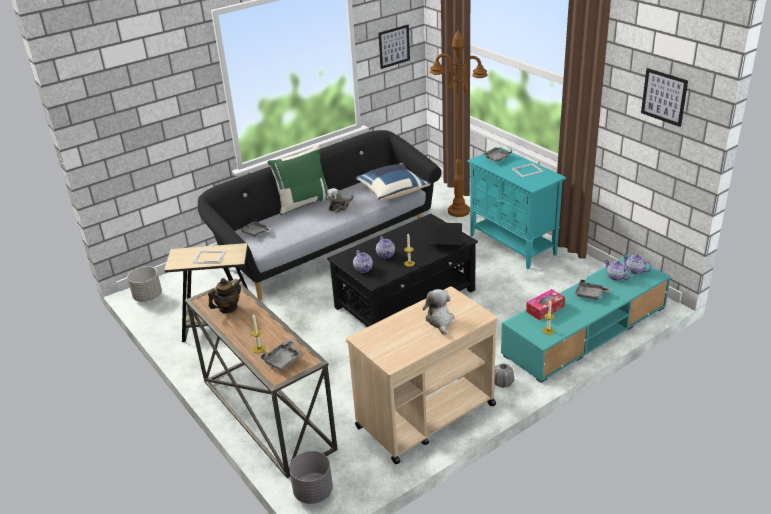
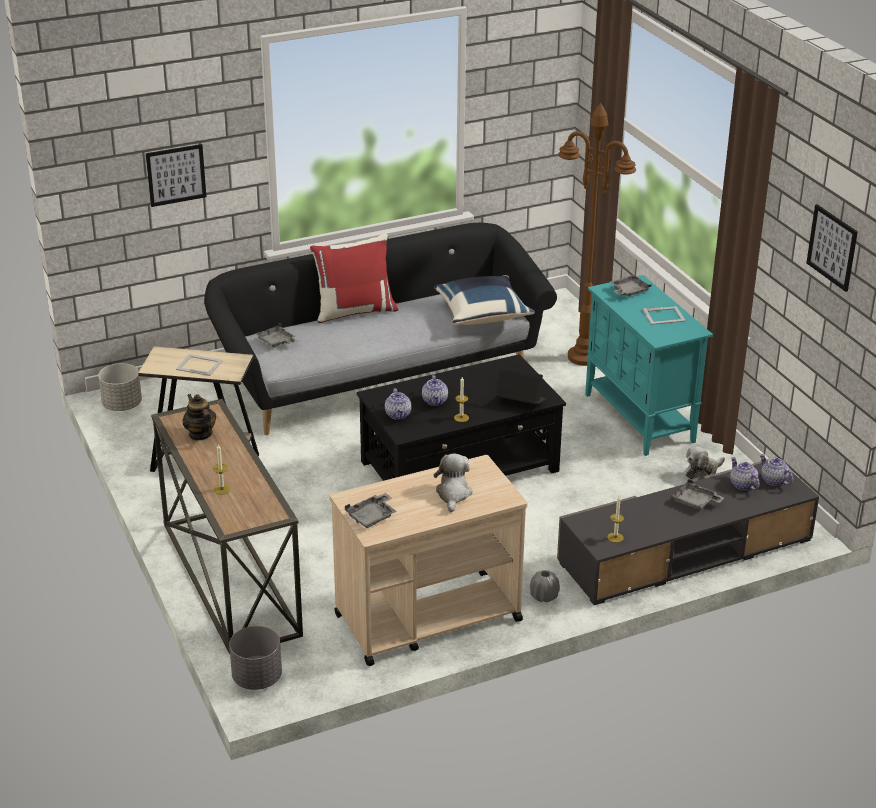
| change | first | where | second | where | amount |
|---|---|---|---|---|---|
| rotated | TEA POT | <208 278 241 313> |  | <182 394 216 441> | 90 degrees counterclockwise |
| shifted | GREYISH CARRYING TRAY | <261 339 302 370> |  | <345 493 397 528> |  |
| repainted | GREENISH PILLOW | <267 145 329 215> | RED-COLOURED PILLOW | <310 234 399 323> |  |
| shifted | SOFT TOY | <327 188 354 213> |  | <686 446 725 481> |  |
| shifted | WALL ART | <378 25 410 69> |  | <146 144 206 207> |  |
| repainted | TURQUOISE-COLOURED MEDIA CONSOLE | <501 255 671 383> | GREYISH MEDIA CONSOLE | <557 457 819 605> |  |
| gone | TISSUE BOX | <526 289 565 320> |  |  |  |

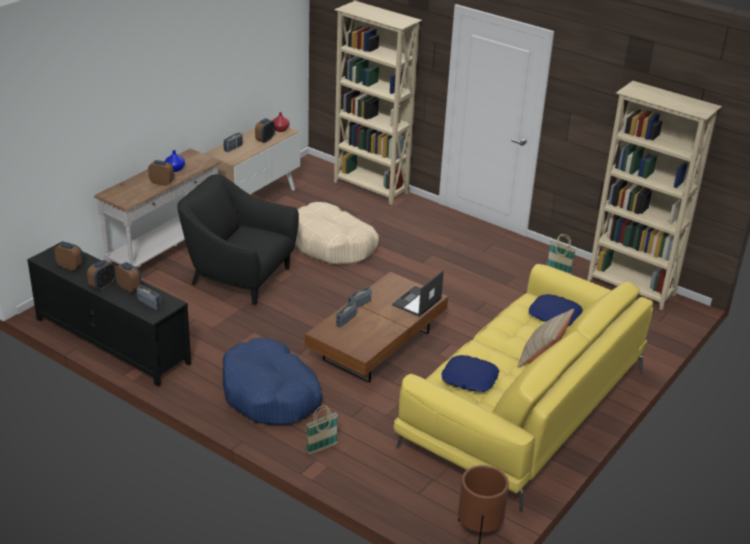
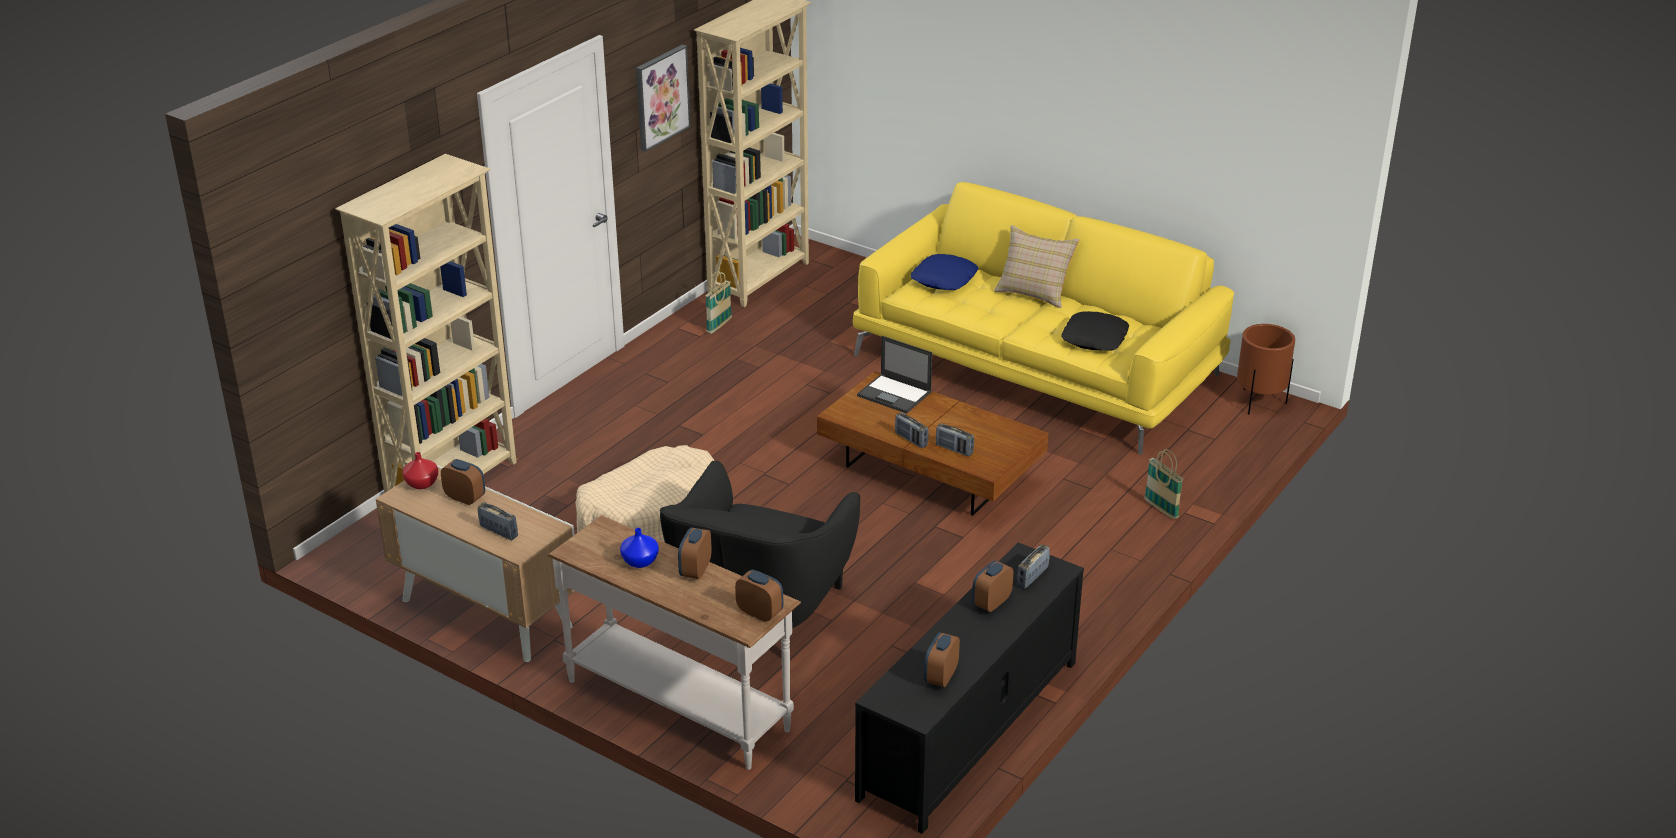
| change | first | where | second | where | amount |
|---|---|---|---|---|---|
| shifted | ALARM CLOCK | <87 260 116 291> |  | <735 569 783 622> |  |
| gone | BLUE DOG BED | <223 338 322 425> |  |  |  |
| repainted | BLUE PILLOW | <442 355 499 392> | BLACKISH PILLOW | <1061 311 1129 351> |  |
| new |  |  | WALL ART | <636 45 691 152> |  |

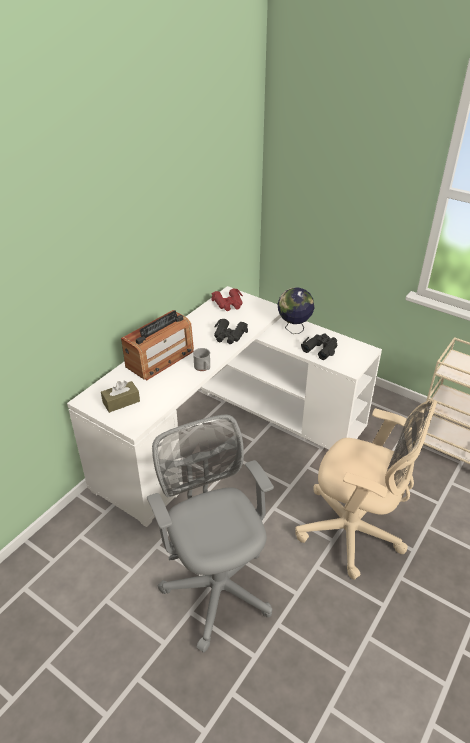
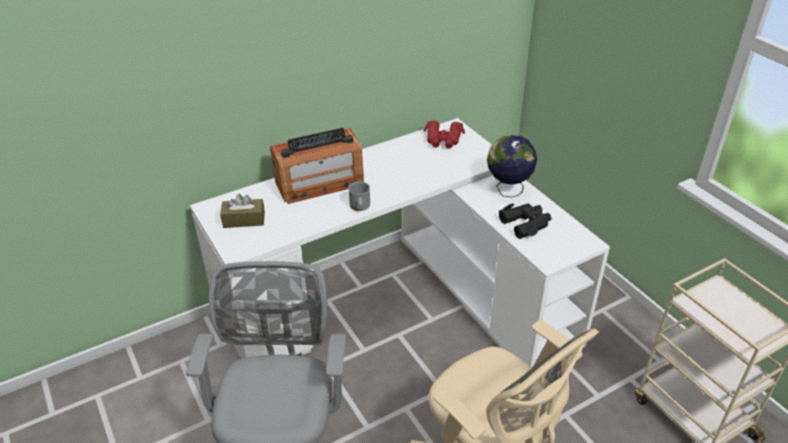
| change | first | where | second | where | amount |
|---|---|---|---|---|---|
| gone | BLACKISH FIELD GLASSES | <214 319 248 344> |  |  |  |

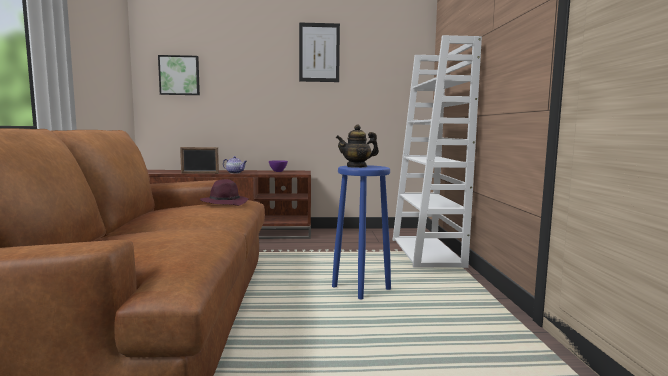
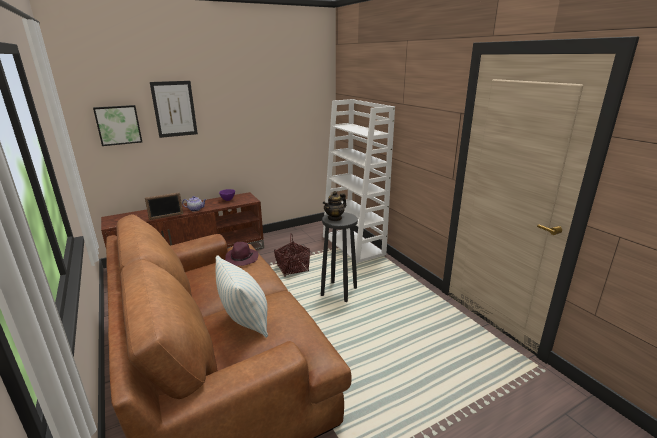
| change | first | where | second | where | amount |
|---|---|---|---|---|---|
| shifted | WALL ART | <299 22 340 82> |  | <150 81 198 138> |  |
| repainted | BLUE SITTING STOOL | <332 165 391 299> | BLACKISH SITTING STOOL | <321 212 358 302> |  |
| new |  |  | PILLOW | <216 255 268 338> |  |
| new |  |  | BASKET | <274 233 310 276> |  |

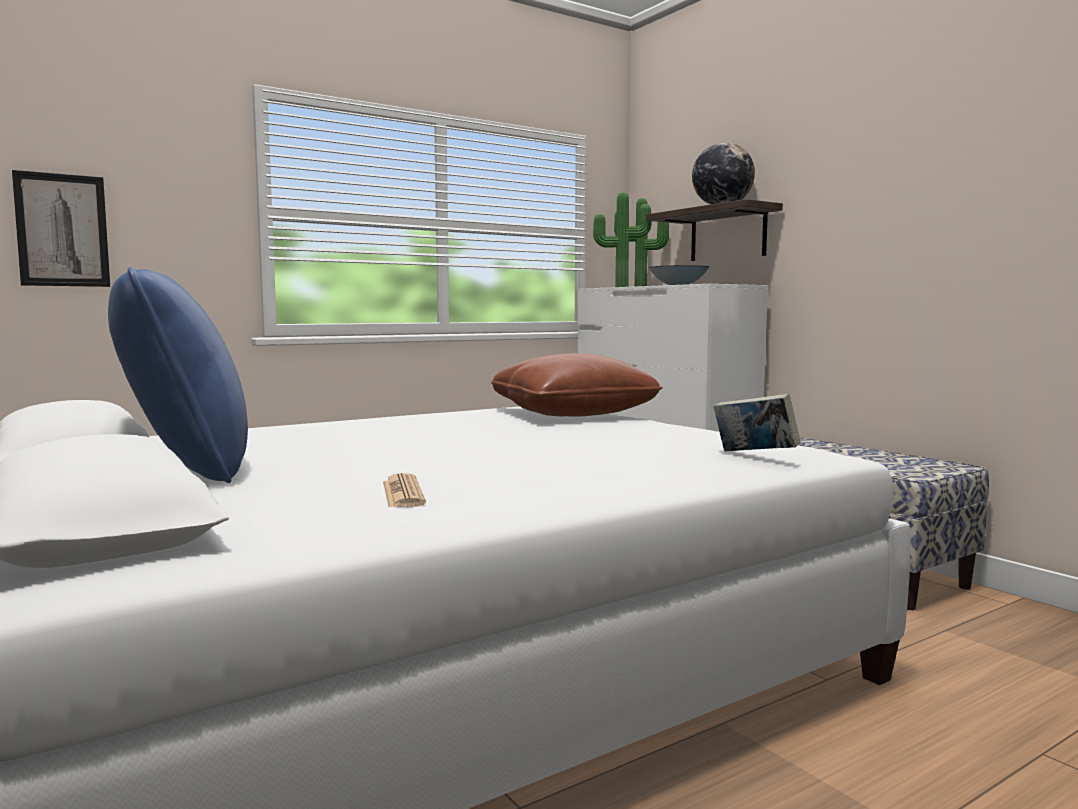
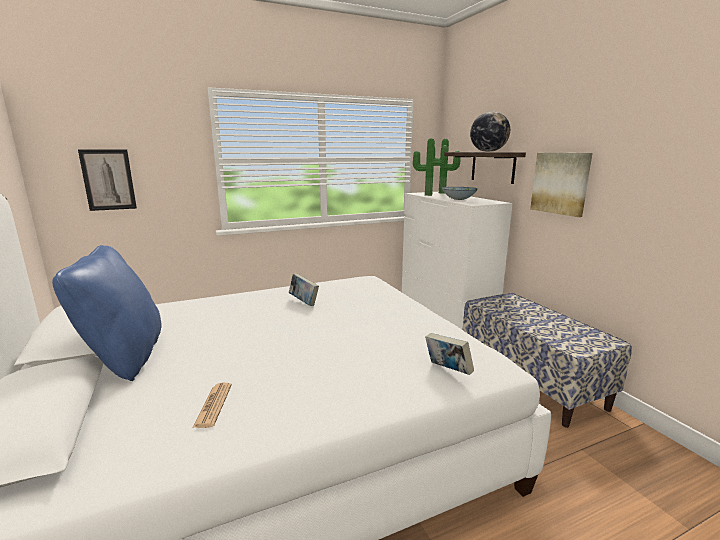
| change | first | where | second | where | amount |
|---|---|---|---|---|---|
| gone | BROWN PILLOW | <491 353 663 417> |  |  |  |
| new |  |  | VOLUME | <289 273 319 306> |  |
| new |  |  | WALL ART | <530 153 593 217> |  |

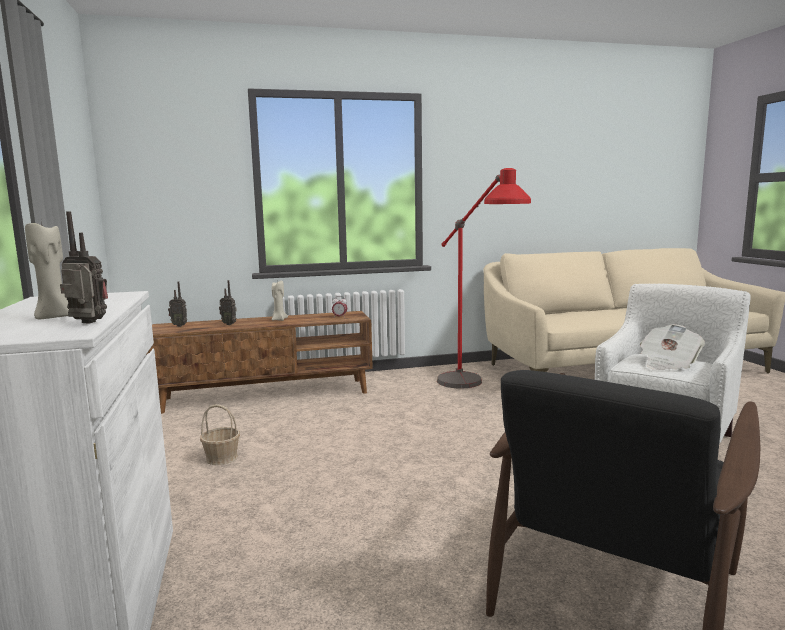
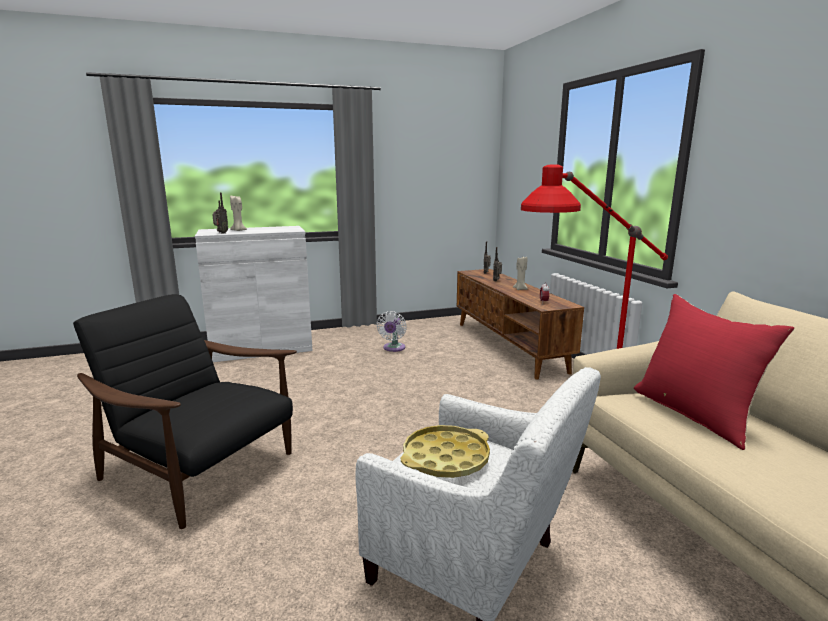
| change | first | where | second | where | amount |
|---|---|---|---|---|---|
| swapped | BASKET | <200 404 240 465> | WHITISH ELECTRIC FAN | <376 311 407 352> |  |
| swapped | PRINTED PAPER | <640 324 705 370> | YELLOW CARRYING TRAY | <401 425 490 478> |  |
| new |  |  | RED-COLOURED PILLOW | <634 294 794 450> |  |

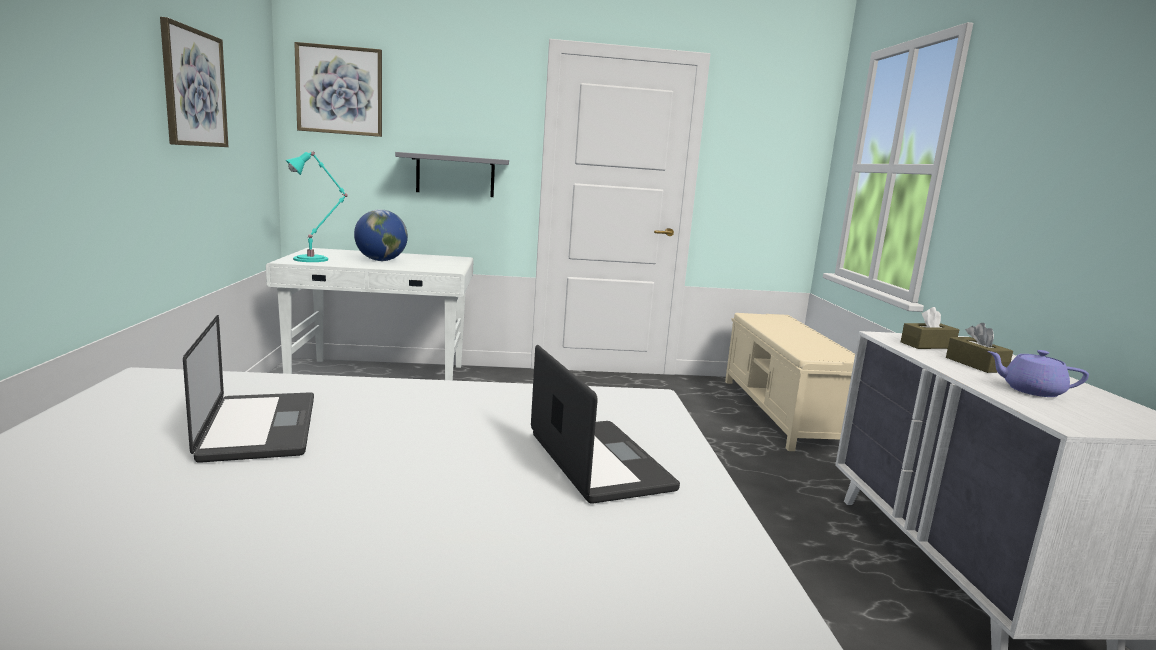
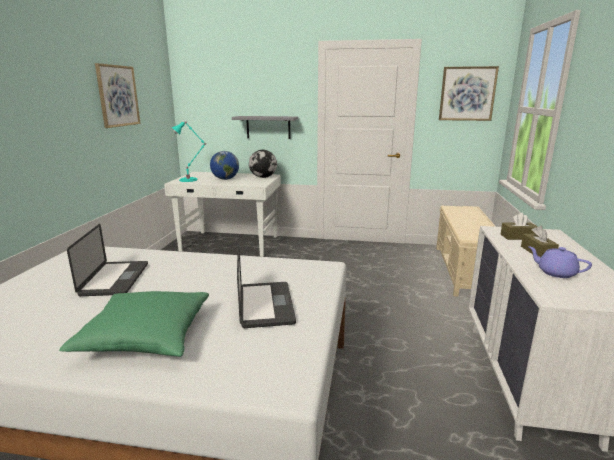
| change | first | where | second | where | amount |
|---|---|---|---|---|---|
| shifted | WALL ART | <294 42 382 137> |  | <439 66 499 121> |  |
| new |  |  | GREENISH PILLOW | <59 291 209 357> |  |
| new |  |  | WORLD GLOBE | <249 150 277 178> |  |

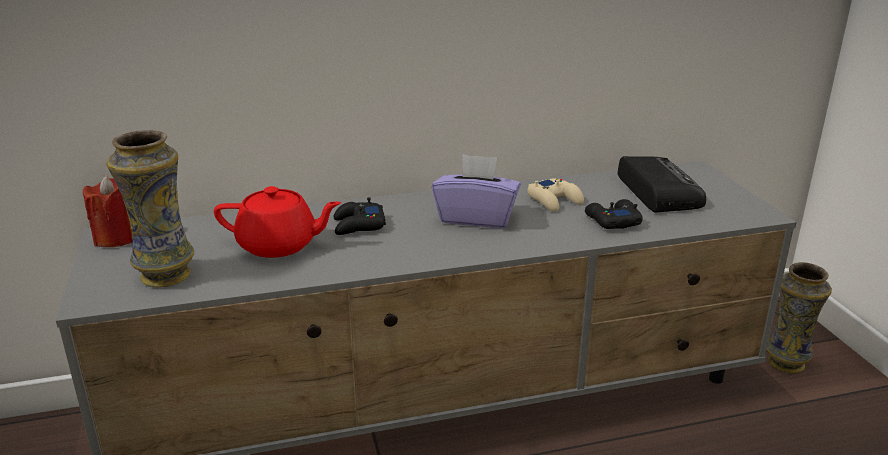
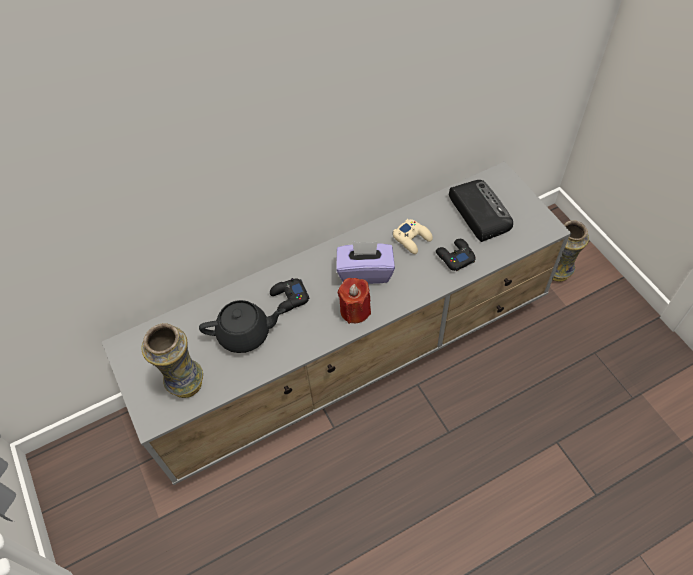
| change | first | where | second | where | amount |
|---|---|---|---|---|---|
| shifted | RED-COLOURED WAX LIGHT | <83 175 132 247> |  | <338 278 371 324> |  |
| repainted | RED-COLOURED TEA POT | <214 186 341 258> | BLACKISH TEA POT | <199 300 286 353> |  |

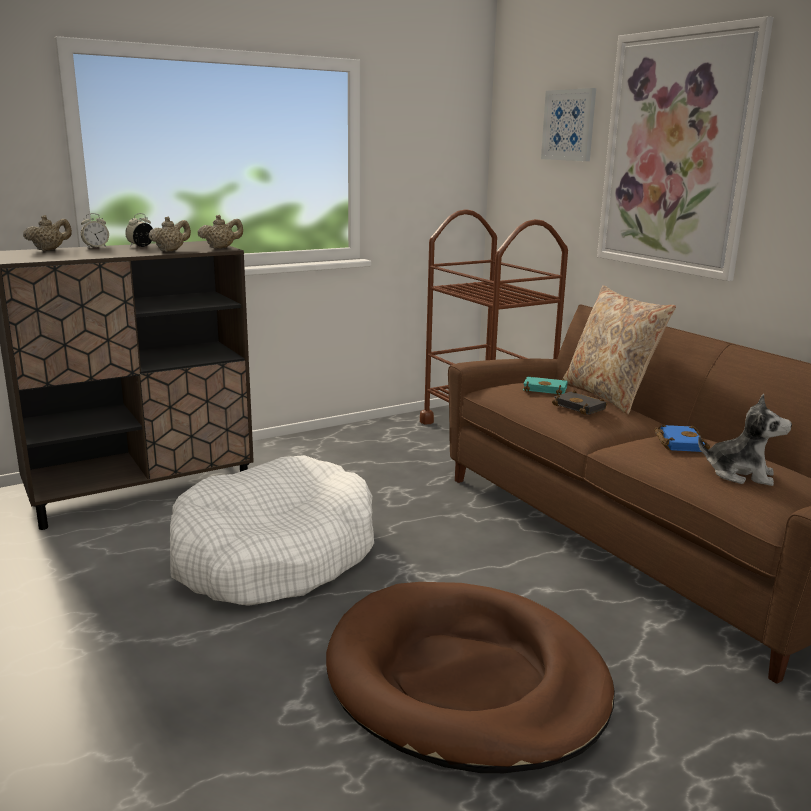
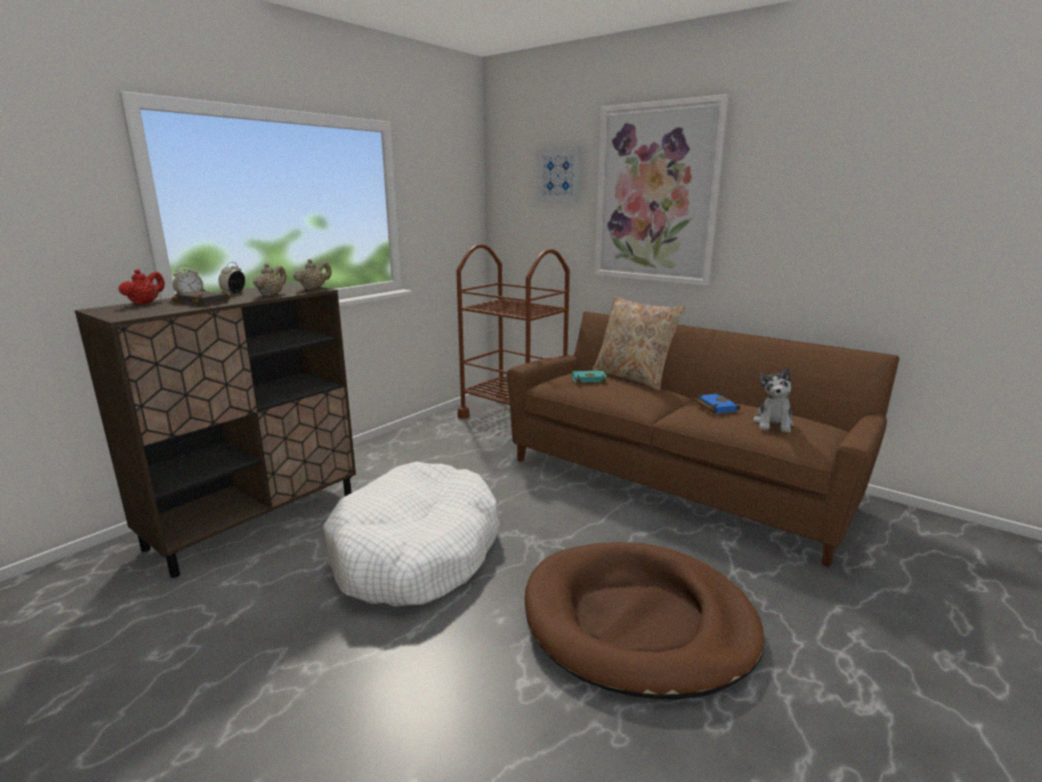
| change | first | where | second | where | amount |
|---|---|---|---|---|---|
| repainted | SAND-COLOURED TEA POT | <23 215 72 251> | RED-COLOURED TEA POT | <118 269 165 305> |  |
| shifted | BLACKISH VOLUME | <552 390 607 415> |  | <172 288 231 306> |  |
| rotated | SOFT TOY | <698 394 792 486> |  | <753 367 794 432> | 105 degrees clockwise |

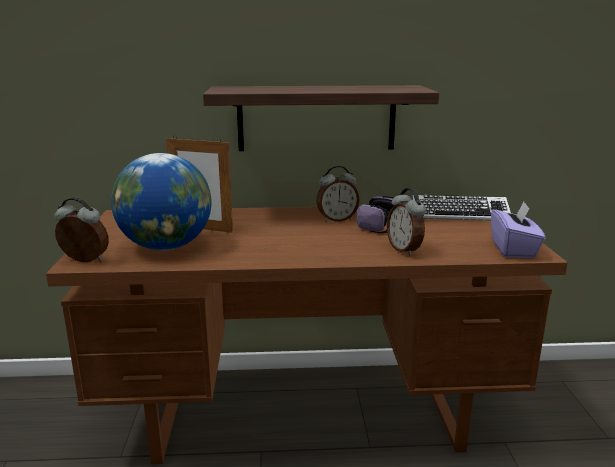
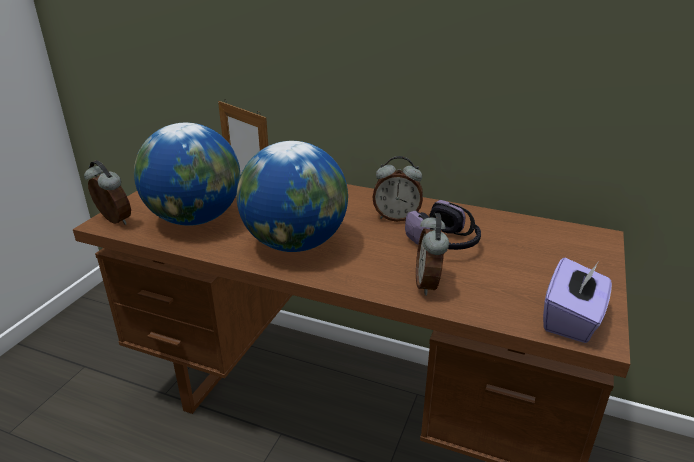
| change | first | where | second | where | amount |
|---|---|---|---|---|---|
| gone | SHELF | <203 85 439 151> |  |  |  |
| gone | KEYBOARD | <412 195 511 221> |  |  |  |
| new |  |  | WORLD GLOBE | <236 141 348 252> |  |

